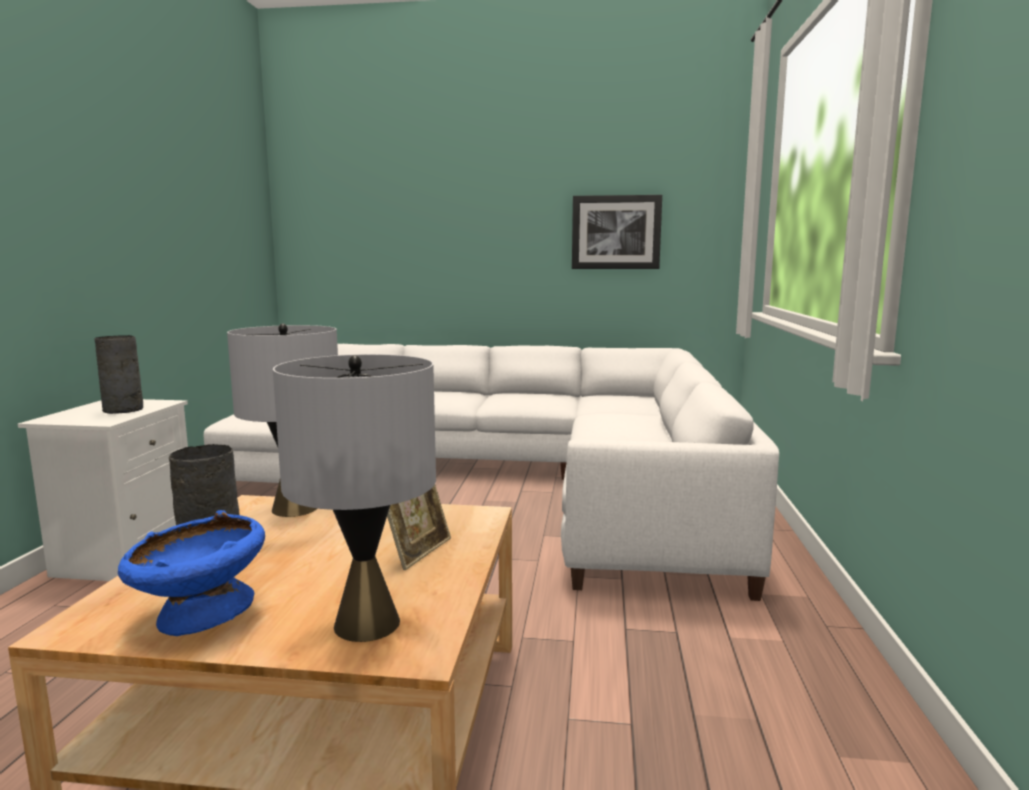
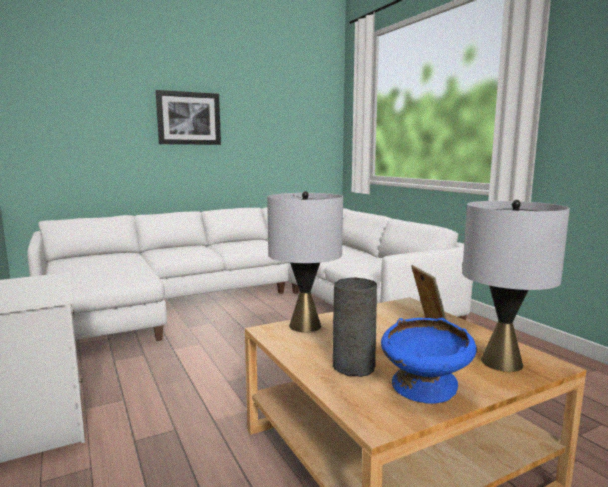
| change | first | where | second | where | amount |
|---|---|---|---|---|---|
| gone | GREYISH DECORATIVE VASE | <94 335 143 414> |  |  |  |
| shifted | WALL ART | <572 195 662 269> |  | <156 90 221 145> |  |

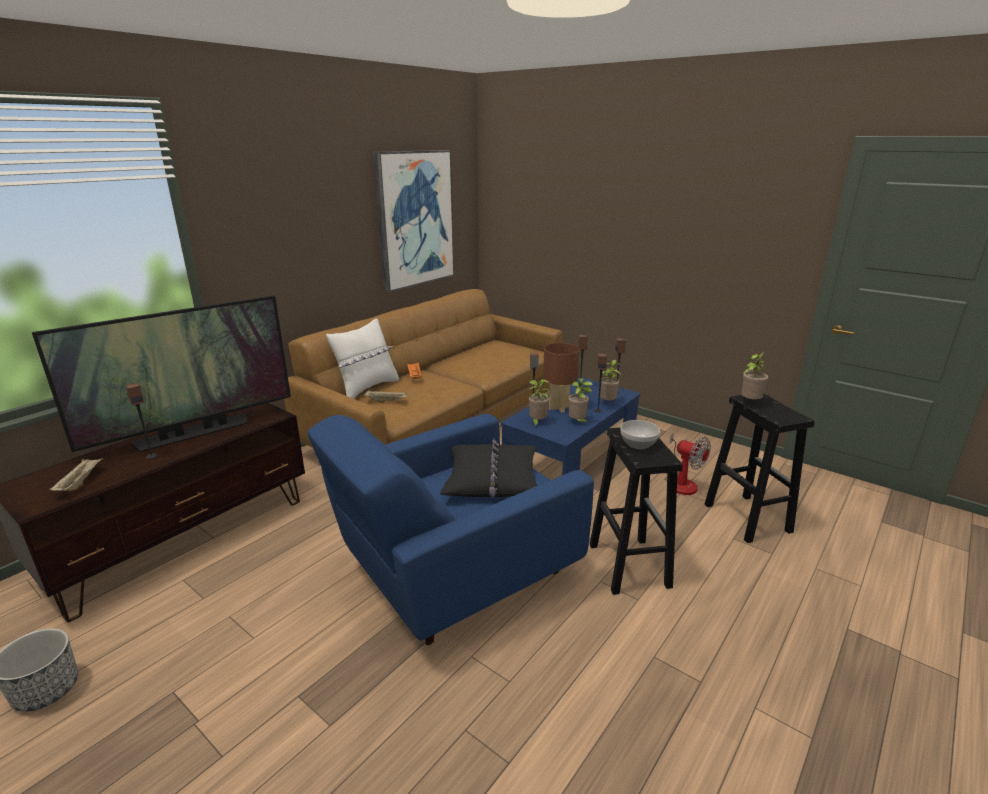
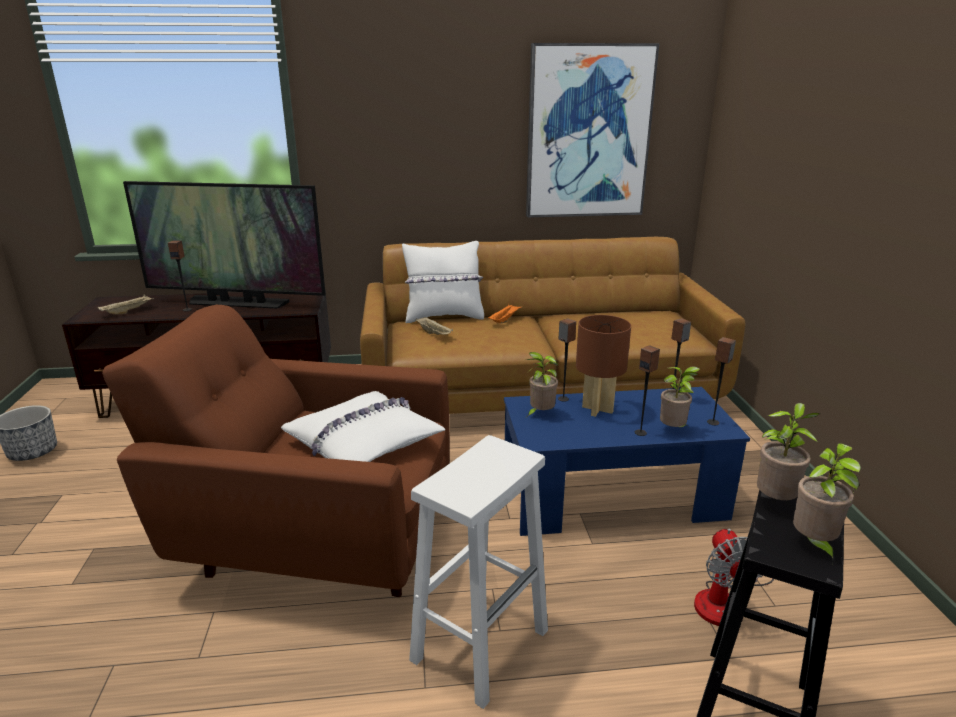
| change | first | where | second | where | amount |
|---|---|---|---|---|---|
| repainted | BLUE LOUNGE CHAIR | <307 413 594 645> | BROWN LOUNGE CHAIR | <102 305 450 597> |  |
| repainted | BLACKISH PILLOW | <441 438 537 498> | WHITISH PILLOW | <281 391 445 462> |  |
| shifted | PLANT IN A POT | <568 378 593 425> |  | <793 443 861 564> |  |
| repainted | BLACKISH SITTING STOOL | <589 428 683 595> | WHITISH SITTING STOOL | <409 435 548 709> |  |
| gone | SERVING BOWL | <620 420 660 449> |  |  |  |

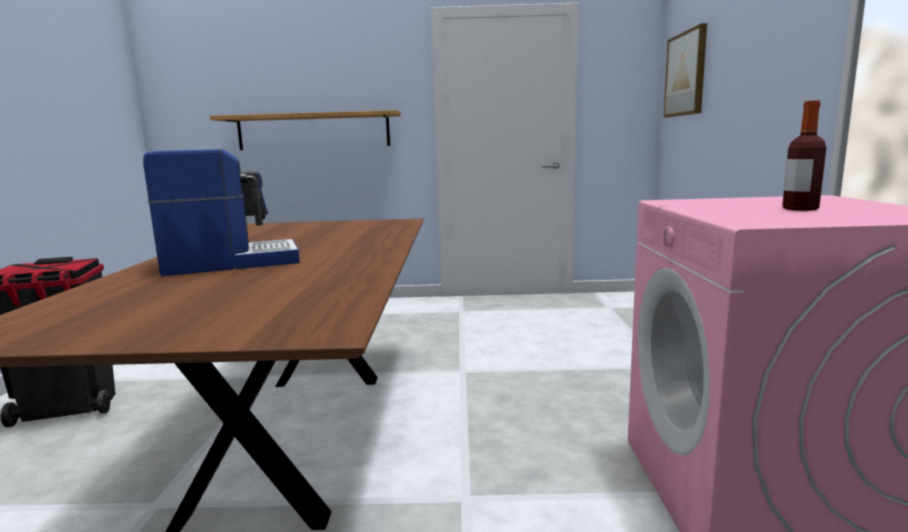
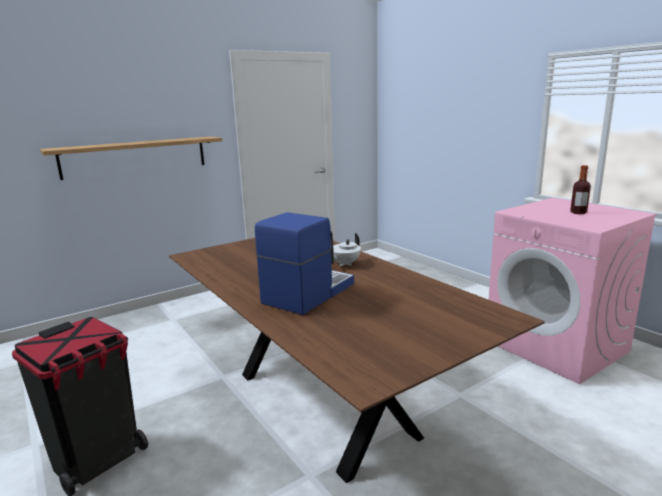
| change | first | where | second | where | amount |
|---|---|---|---|---|---|
| gone | WALL ART | <664 23 707 118> |  |  |  |
| new |  |  | WHITISH TEA POT | <333 233 361 267> |  |

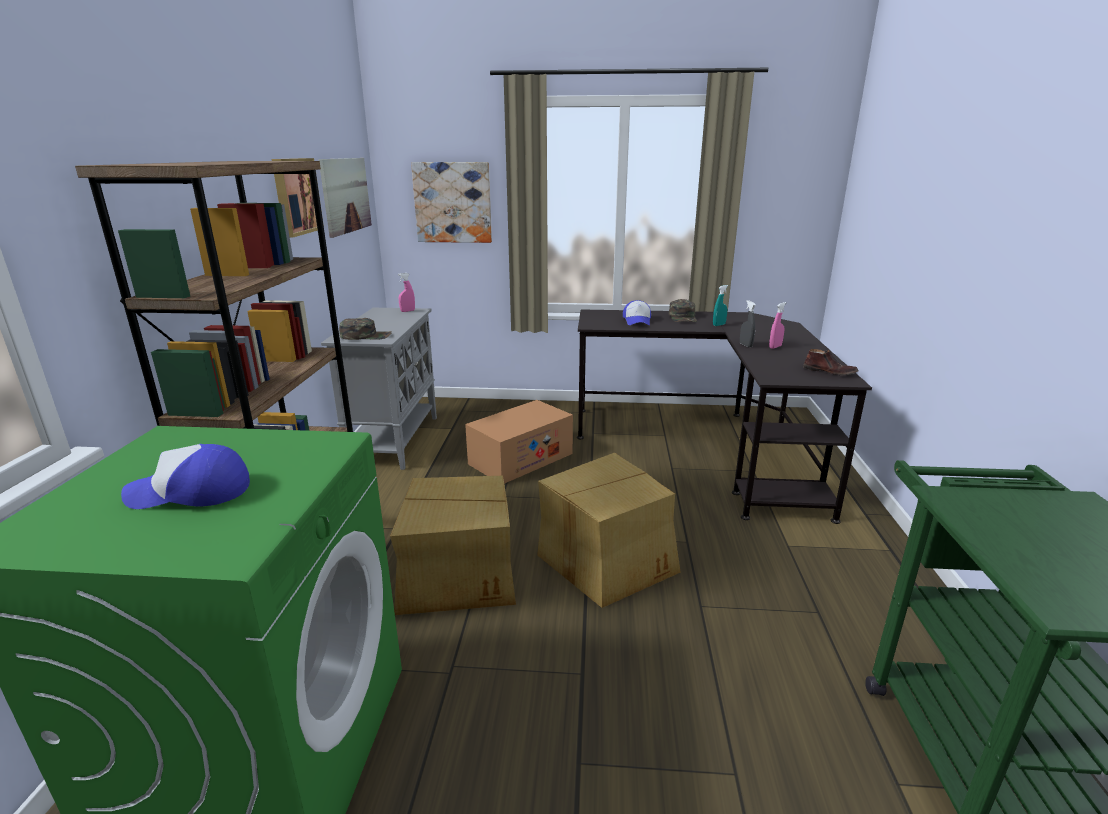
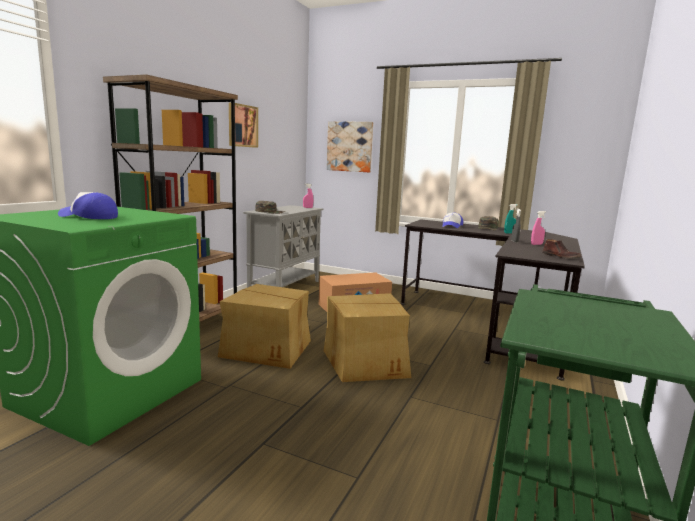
| change | first | where | second | where | amount |
|---|---|---|---|---|---|
| gone | WALL ART | <319 158 372 238> |  |  |  |

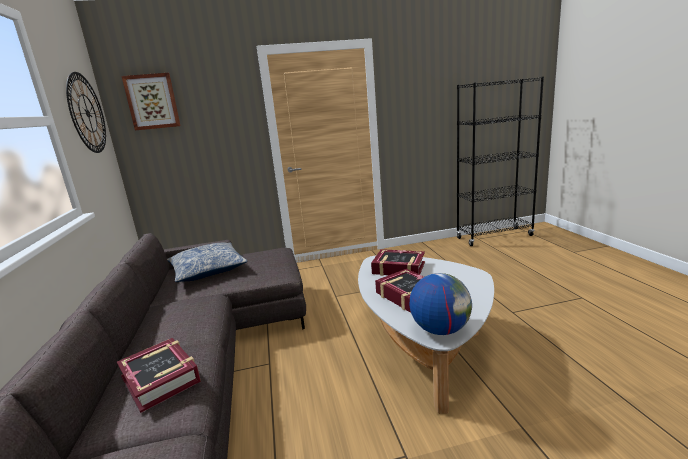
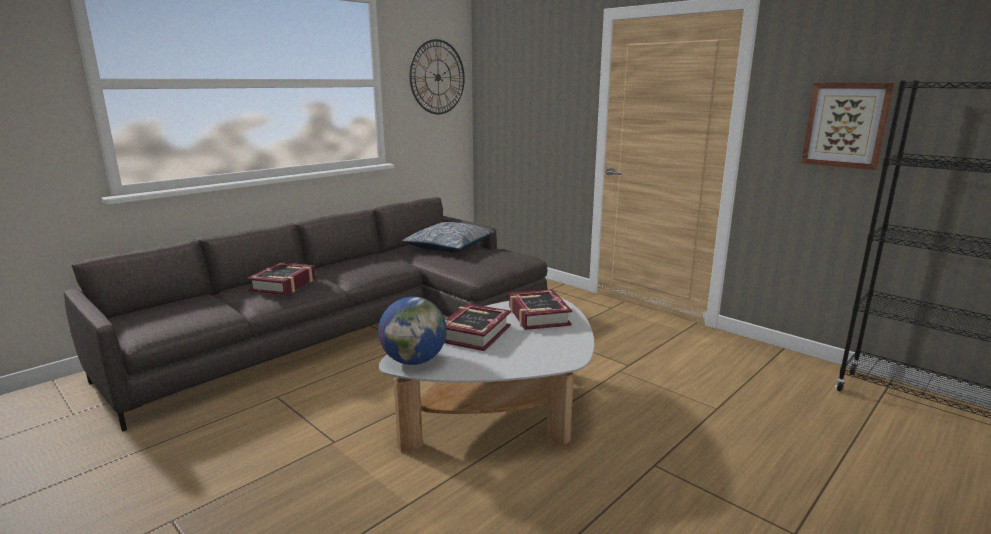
| change | first | where | second | where | amount |
|---|---|---|---|---|---|
| shifted | WALL ART | <122 73 181 130> |  | <801 83 895 170> |  |

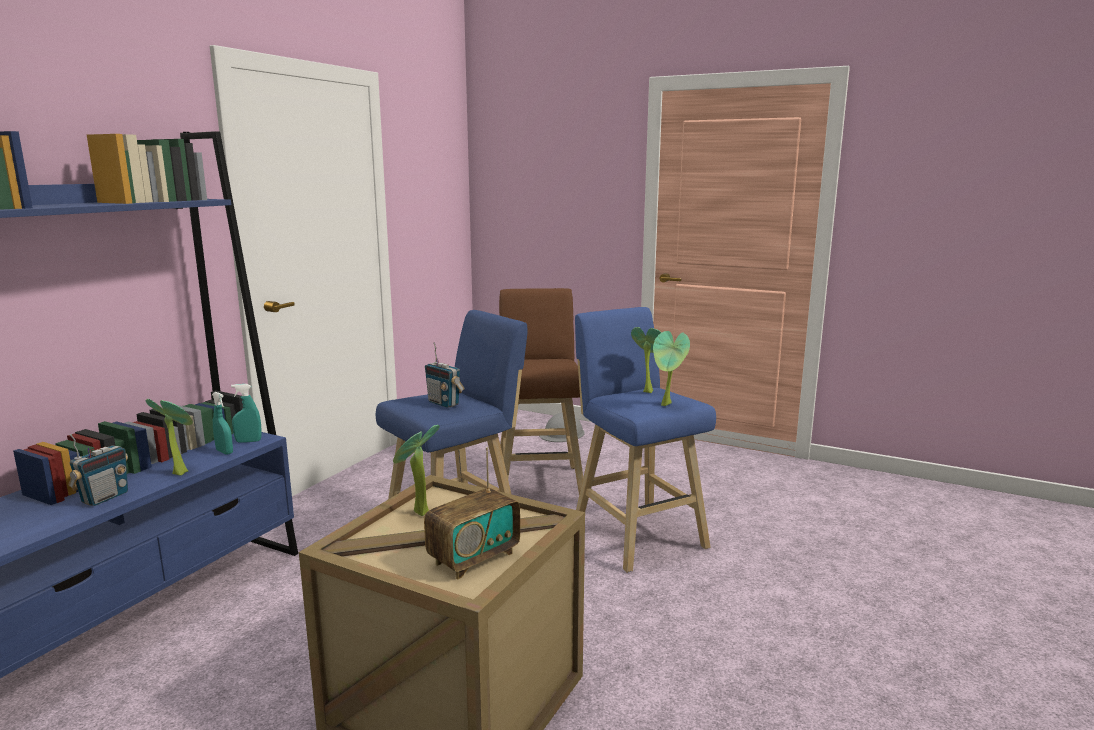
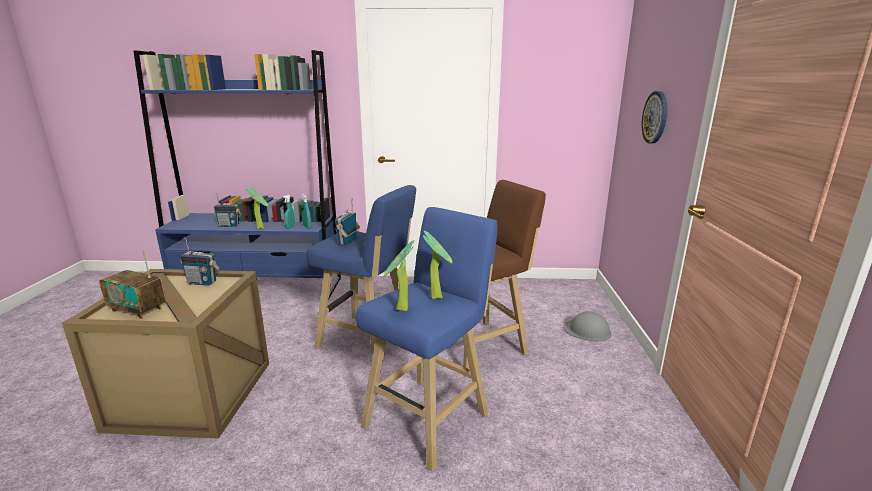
| change | first | where | second | where | amount |
|---|---|---|---|---|---|
| swapped | PLANT IN A POT | <393 425 440 516> | RADIO RECEIVER | <180 237 220 286> |  |
| new |  |  | CLOCK ON THE WALL | <642 91 667 144> |  |

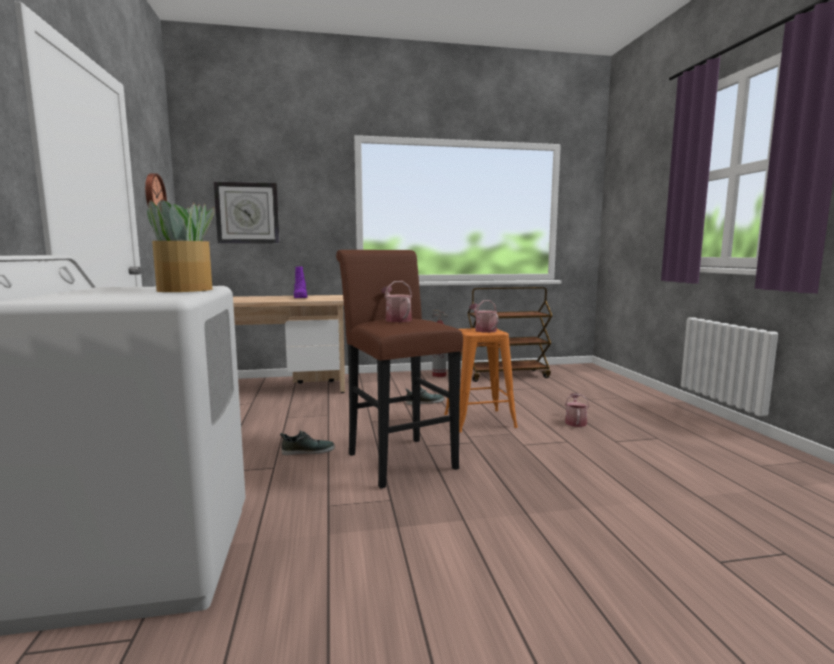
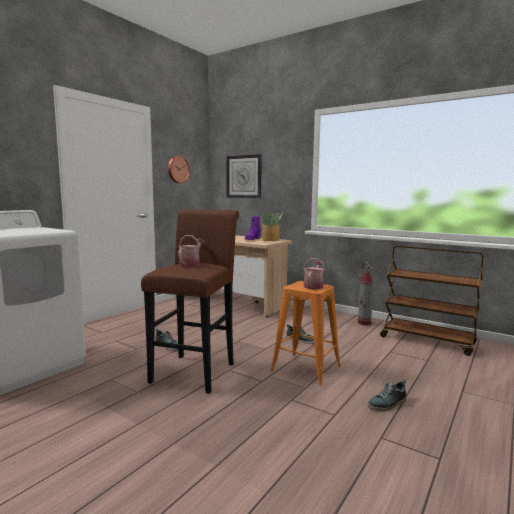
| change | first | where | second | where | amount |
|---|---|---|---|---|---|
| shifted | PLANT IN A POT | <147 199 215 292> |  | <262 212 283 241> |  |
| swapped | WATERING CAN | <565 393 589 427> | ITEM OF FOOTWEAR | <367 380 406 411> |  |

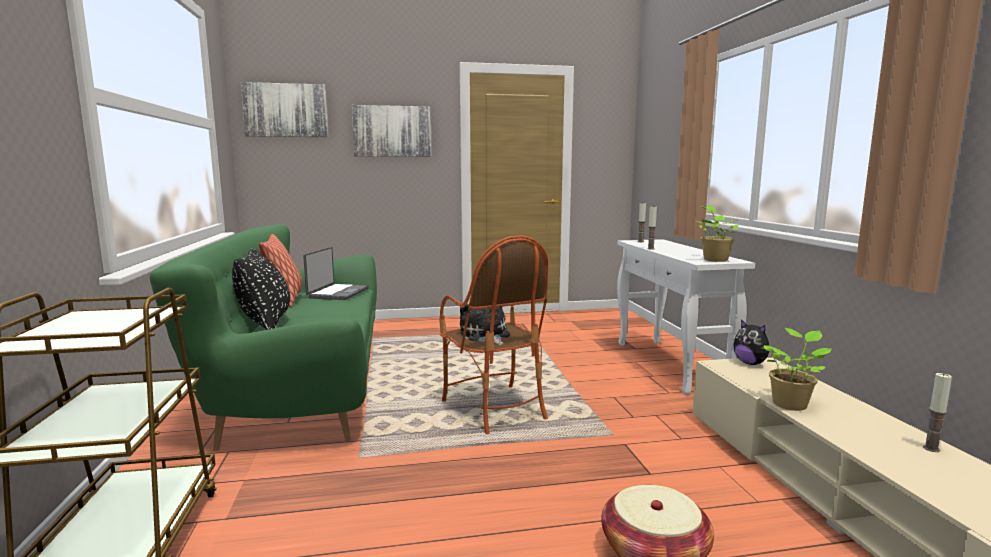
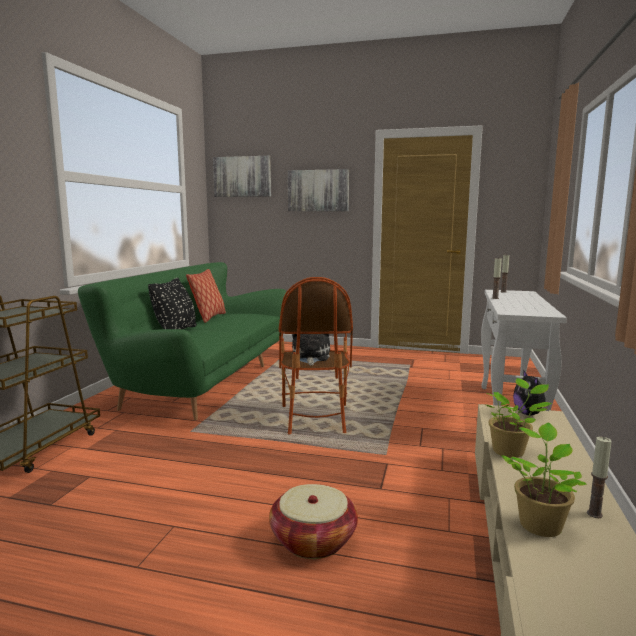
| change | first | where | second | where | amount |
|---|---|---|---|---|---|
| gone | NOTEBOOK COMPUTER | <303 247 369 300> |  |  |  |
| shifted | PLANT IN A POT | <697 205 739 262> |  | <501 423 587 537> |  |

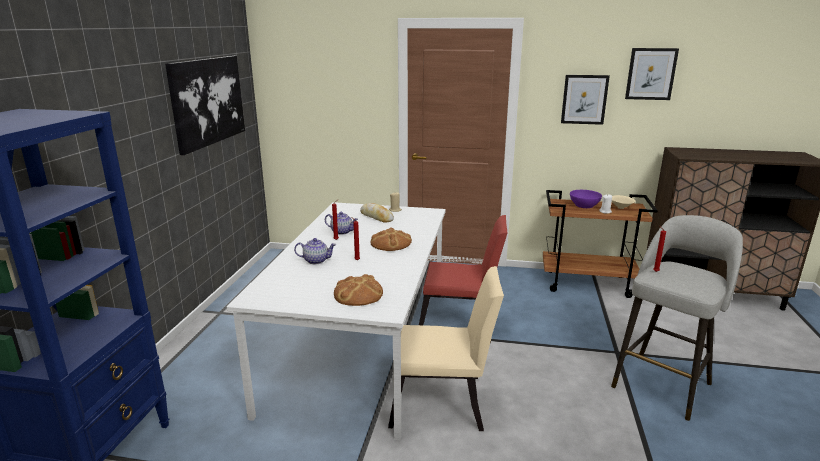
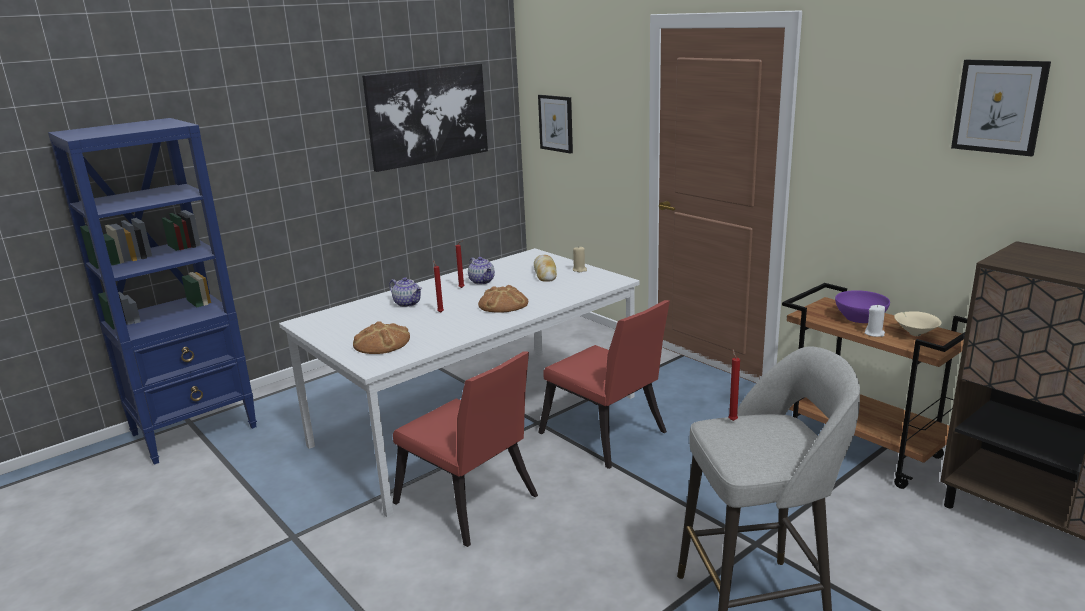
| change | first | where | second | where | amount |
|---|---|---|---|---|---|
| repainted | SAND-COLOURED UPRIGHT CHAIR | <388 266 504 431> | RED-COLOURED UPRIGHT CHAIR | <393 351 538 547> |  |
| shifted | WALL ART | <561 75 610 125> |  | <538 95 573 154> |  |

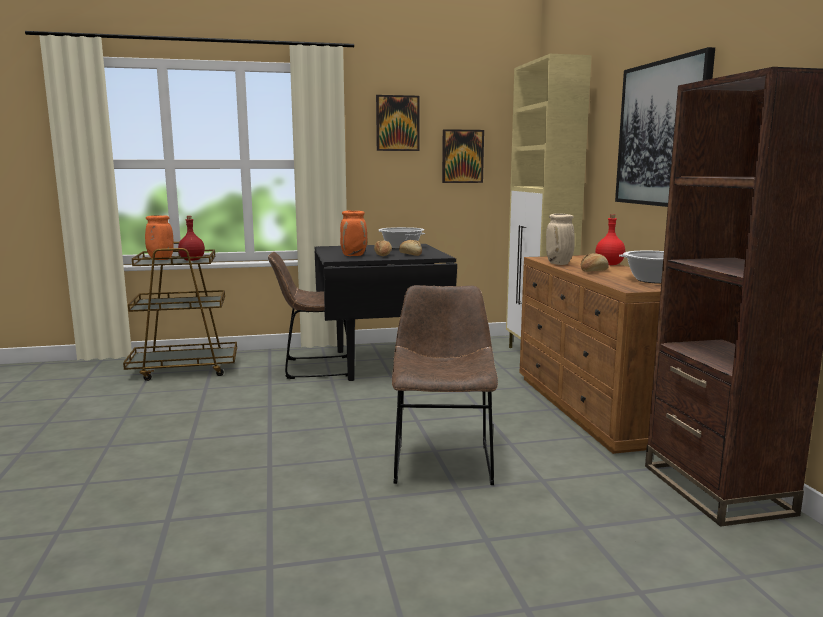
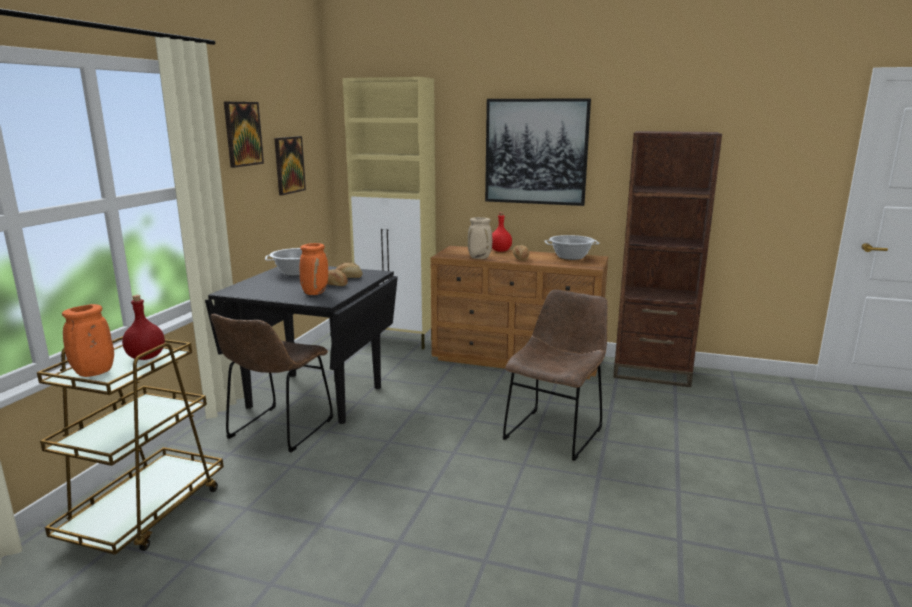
| change | first | where | second | where | amount |
|---|---|---|---|---|---|
| rotated | BROWN UPRIGHT CHAIR | <392 285 498 485> |  | <503 289 608 461> | 90 degrees clockwise |

